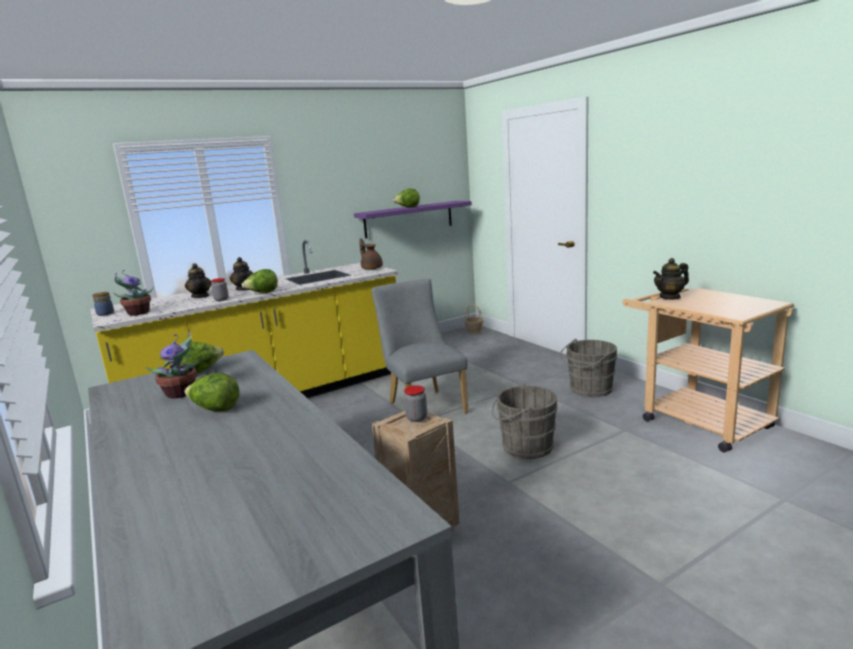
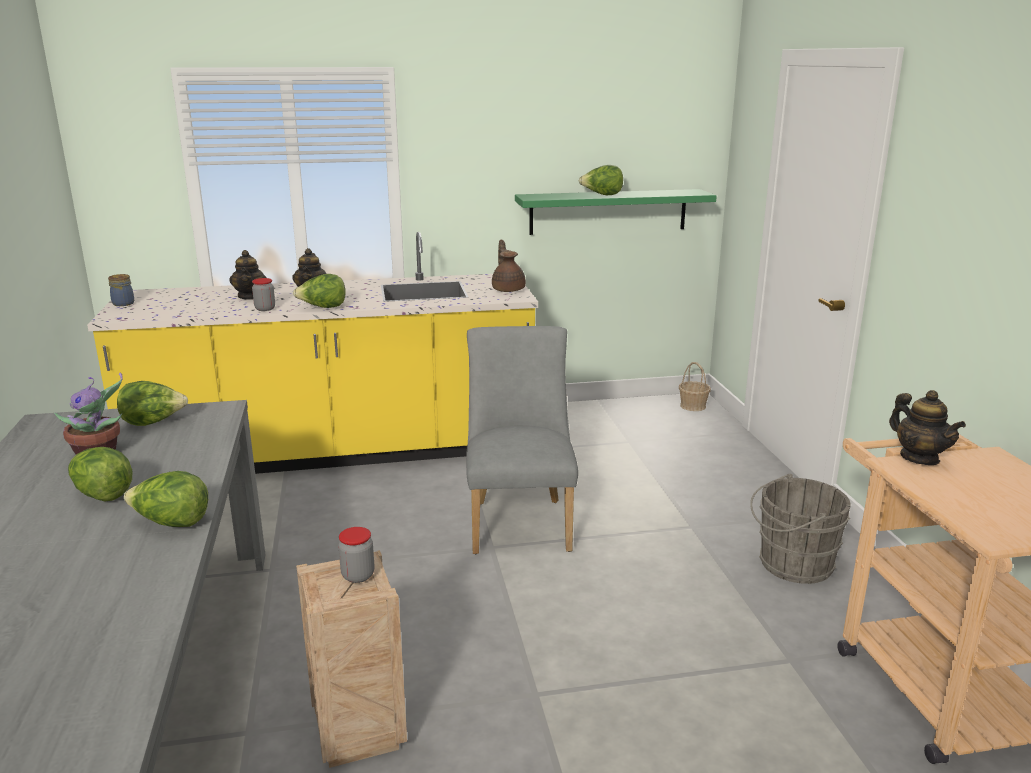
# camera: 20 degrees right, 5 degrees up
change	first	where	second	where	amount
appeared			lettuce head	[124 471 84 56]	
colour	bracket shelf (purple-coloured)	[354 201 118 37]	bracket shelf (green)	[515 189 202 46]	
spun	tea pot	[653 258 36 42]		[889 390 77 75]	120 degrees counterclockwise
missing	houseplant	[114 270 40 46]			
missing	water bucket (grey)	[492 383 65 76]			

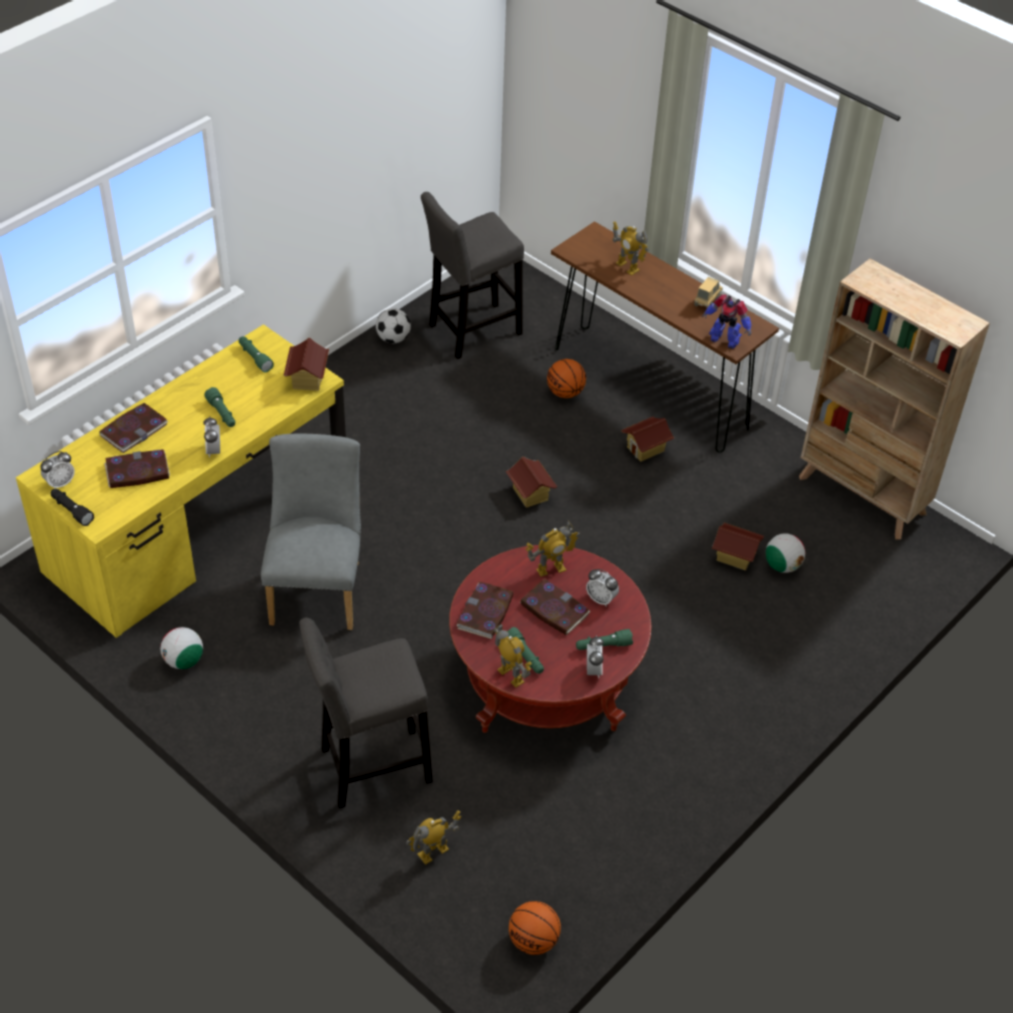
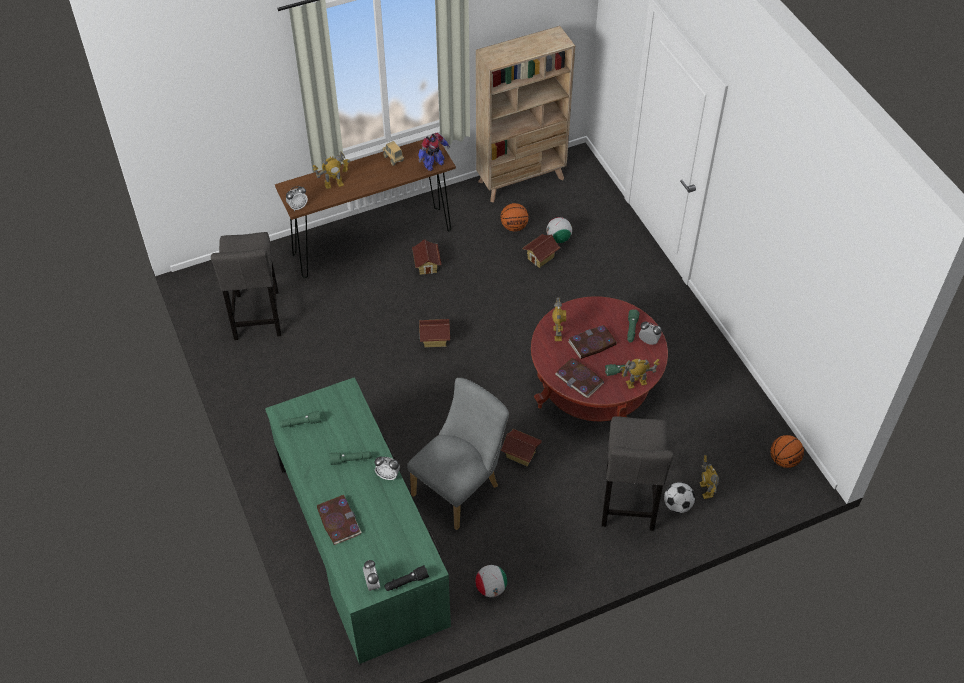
# camera: 65 degrees left, 5 degrees up
change	first	where	second	where	amount
colour	desk (yellowish)	[16 324 330 314]	desk (green)	[265 377 186 287]	
relocated	table clock	[586 569 33 38]		[286 186 22 25]	
spun	upright chair (grey)	[261 434 100 196]		[407 378 102 152]	105 degrees clockwise
relocated	toy house	[283 338 46 53]		[500 429 42 37]	
relocated	ball for basketball	[547 359 39 39]		[501 203 28 28]	
relocated	ball for football	[376 308 35 35]		[664 482 31 31]	
missing	book	[104 449 66 39]			

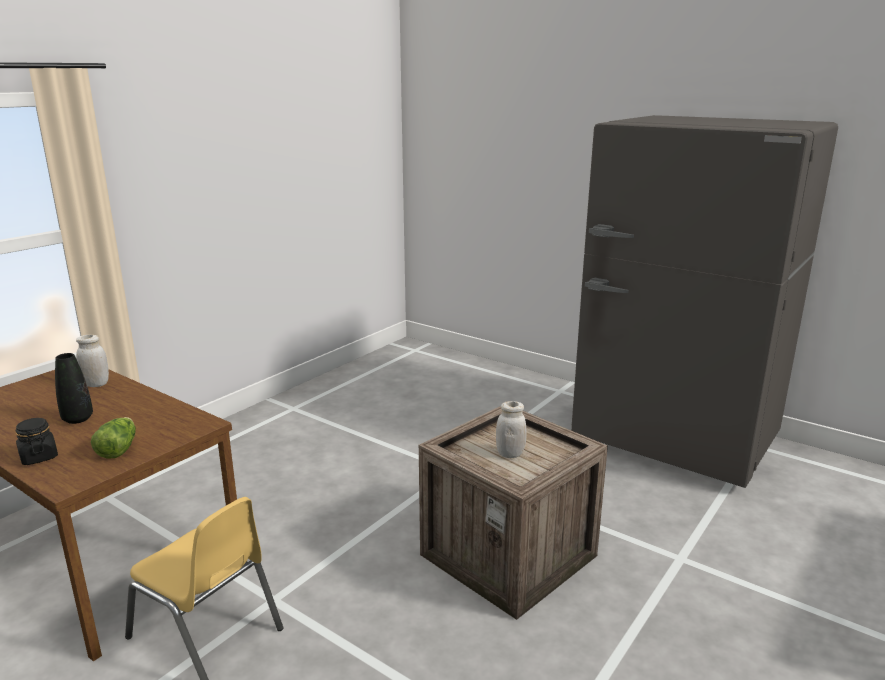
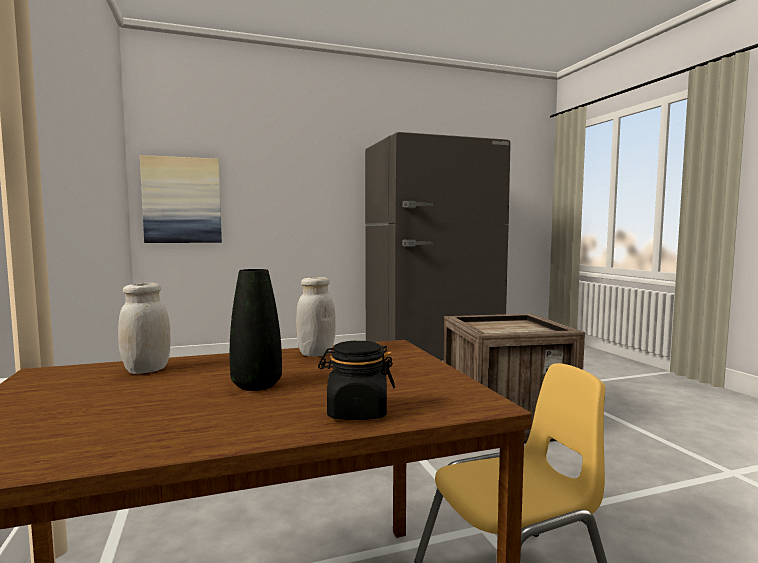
# camera: 55 degrees left, 15 degrees down
change	first	where	second	where	amount
appeared			picture	[140 155 82 88]	
relocated	storage jar (white-coloured)	[496 401 31 57]		[296 277 40 80]	
missing	lettuce head	[91 417 45 42]			

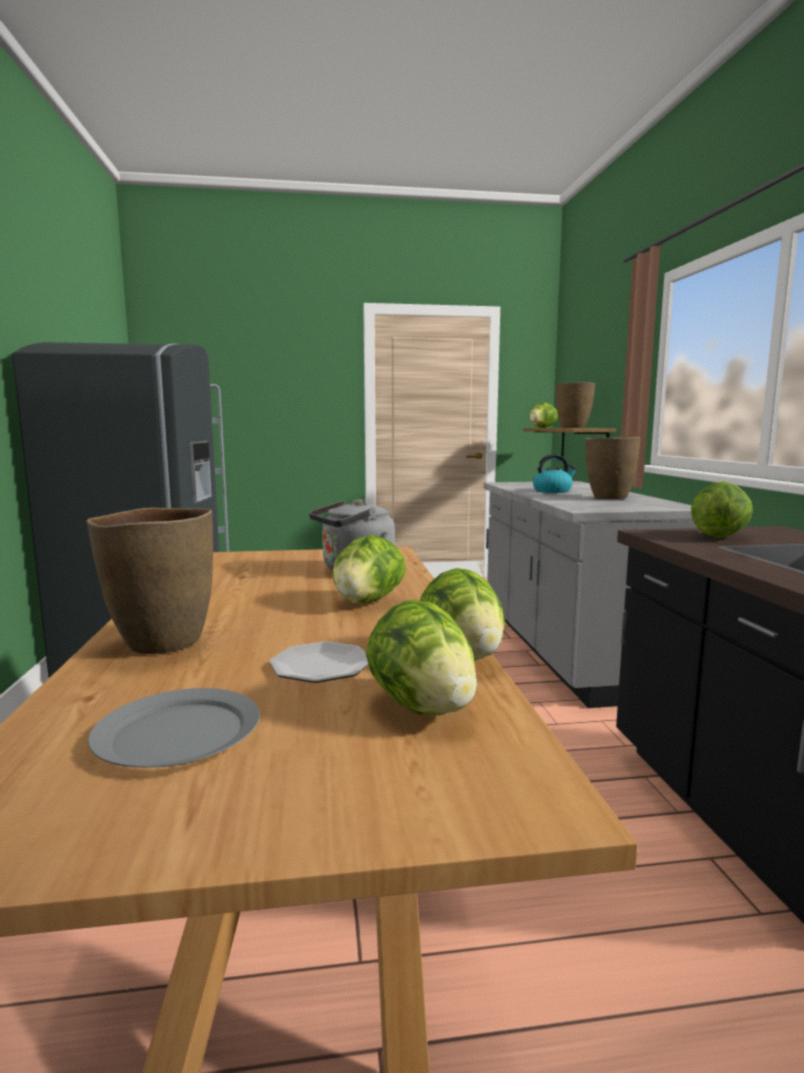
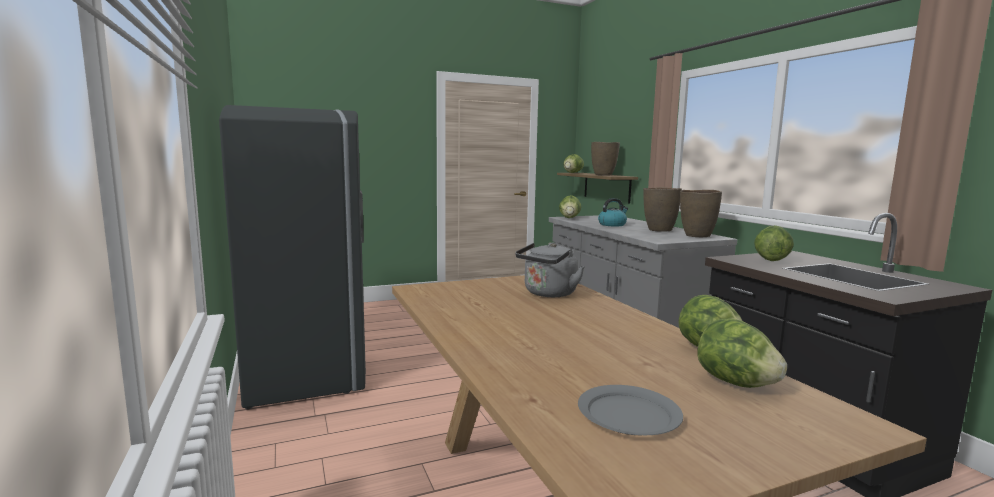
# camera: 15 degrees left, 0 degrees up
change	first	where	second	where	amount
relocated	lettuce head	[332 535 74 69]		[559 195 22 23]	
relocated	vase (brownish)	[87 508 126 146]		[680 190 42 47]	
missing	flat dish	[269 641 99 42]			

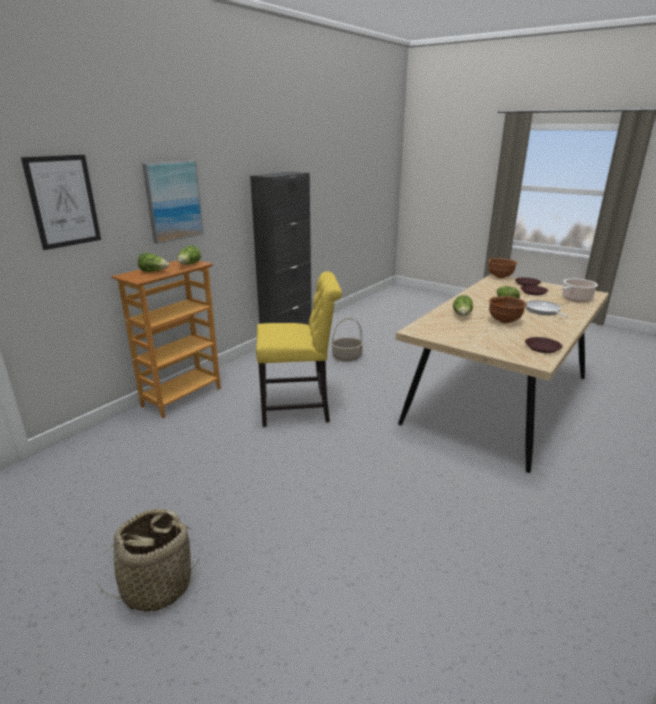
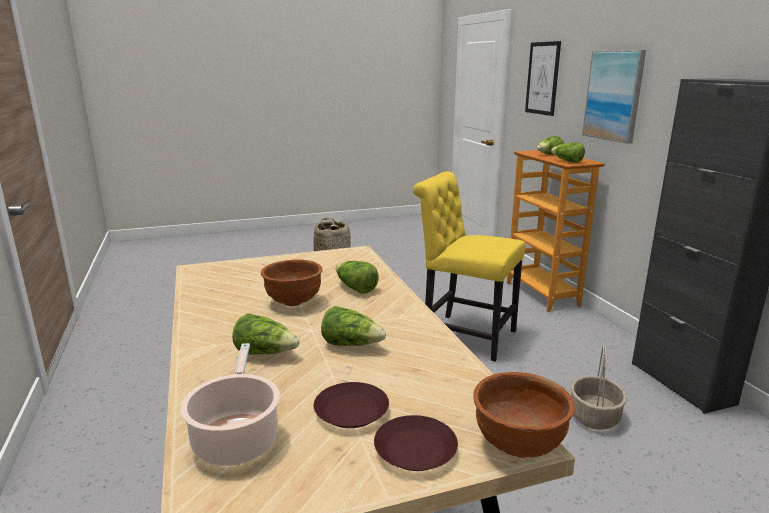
# camera: 125 degrees right, 5 degrees down
change	first	where	second	where	amount
exchanged	pan	[526 300 43 17]	lettuce head	[232 314 67 40]	
spun	upright chair (yellowish)	[256 271 86 156]		[413 171 113 190]	90 degrees clockwise
missing	flat dish (brownish)	[525 337 37 16]			

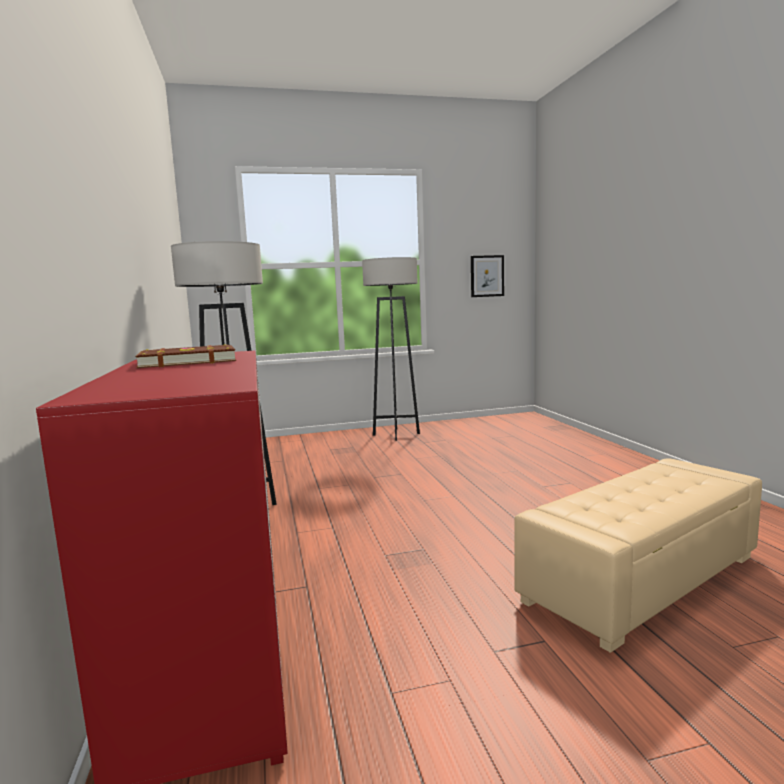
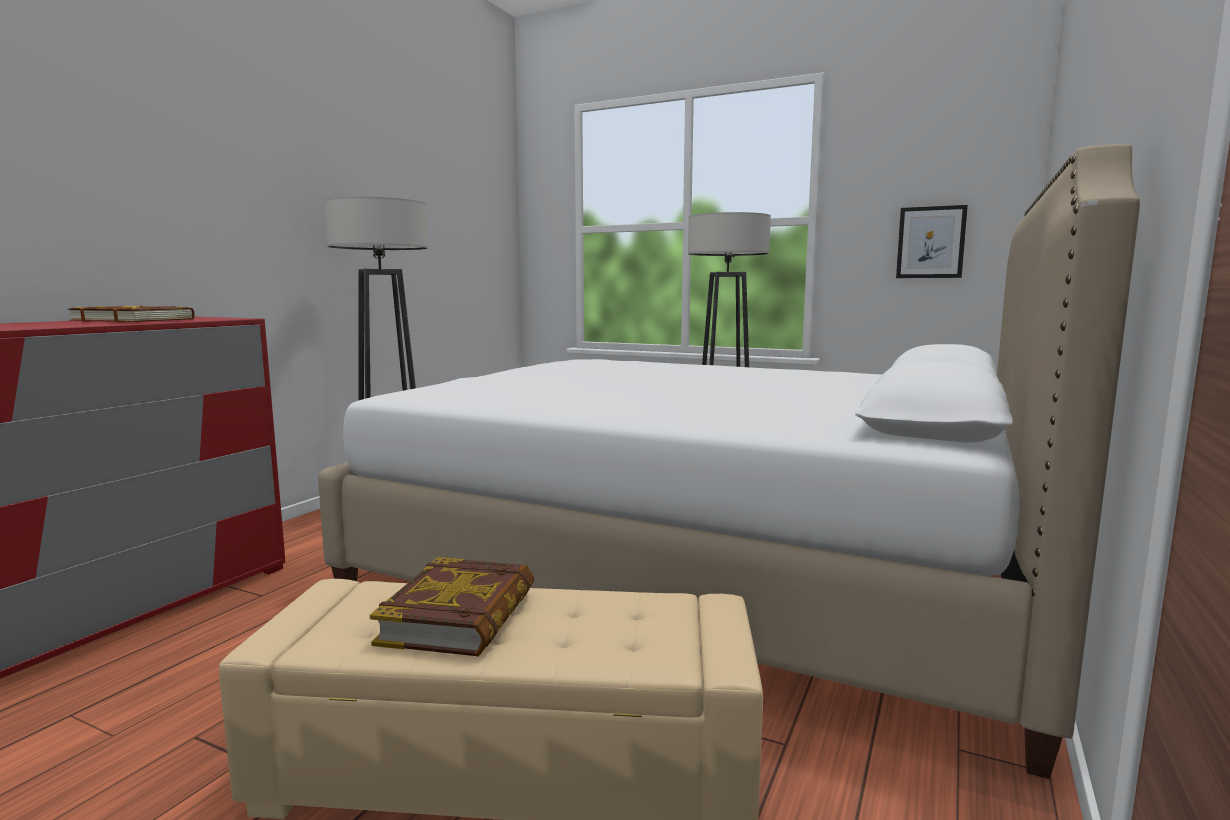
# camera: 40 degrees right, 0 degrees up
change	first	where	second	where	amount
appeared			sleeping bed (white-coloured)	[318 144 822 635]	
appeared			book	[370 557 164 99]	

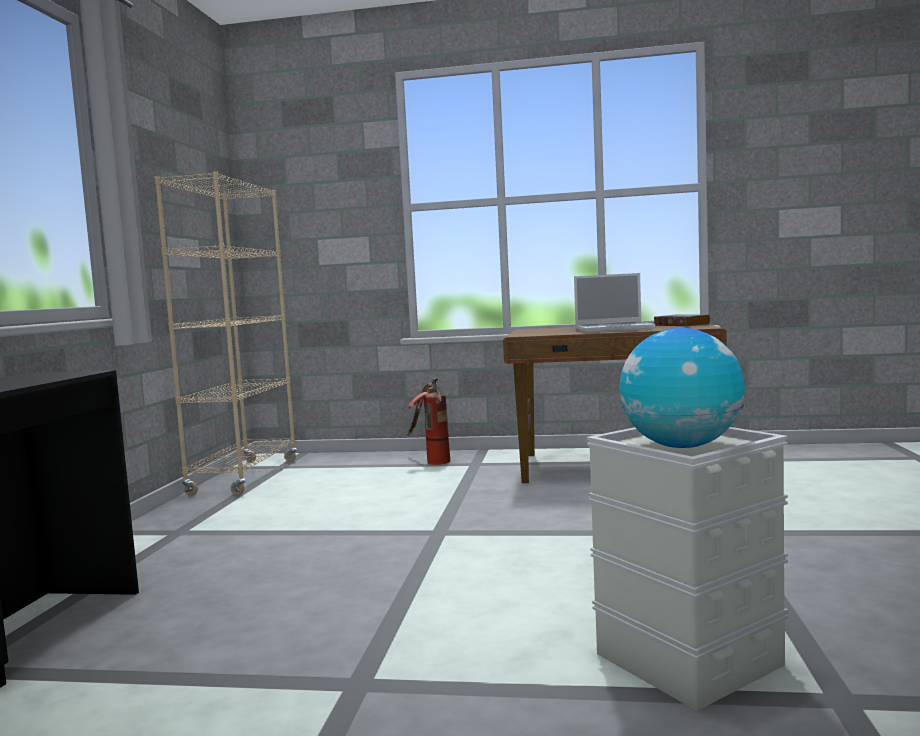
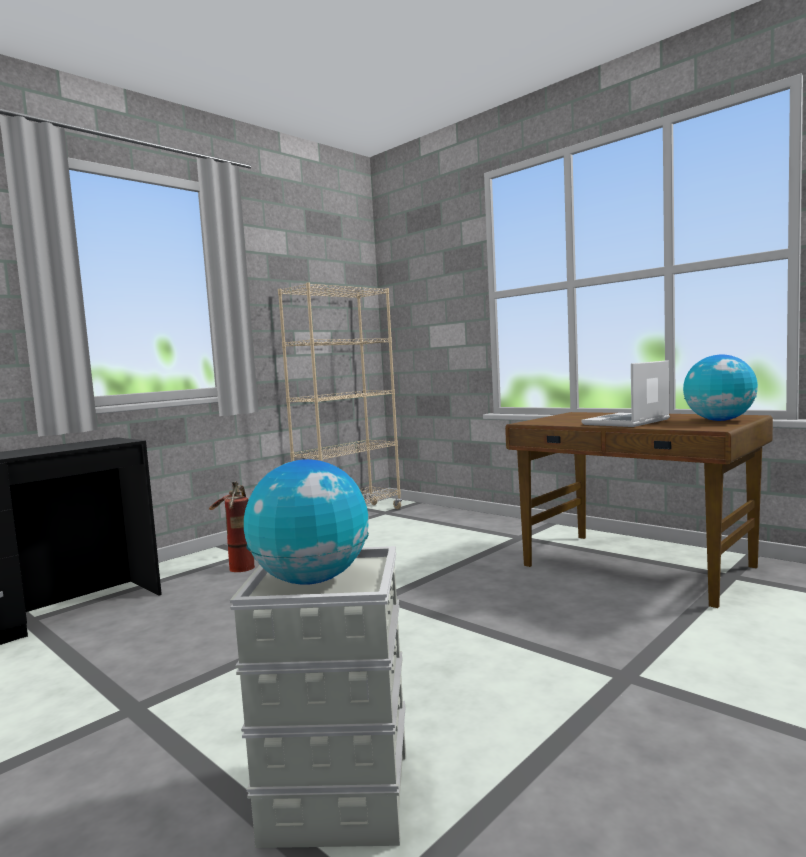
# camera: 35 degrees right, 0 degrees up
change	first	where	second	where	amount
relocated	extinguisher	[407 378 43 87]		[209 481 46 91]	
spun	notebook computer	[574 273 81 60]		[581 360 89 67]	105 degrees clockwise
exchanged	book	[654 314 56 12]	world globe	[683 355 75 66]	

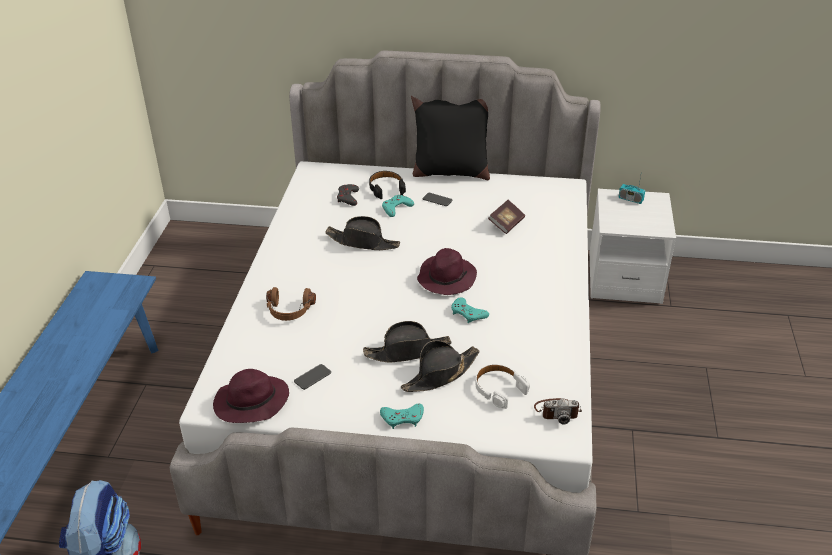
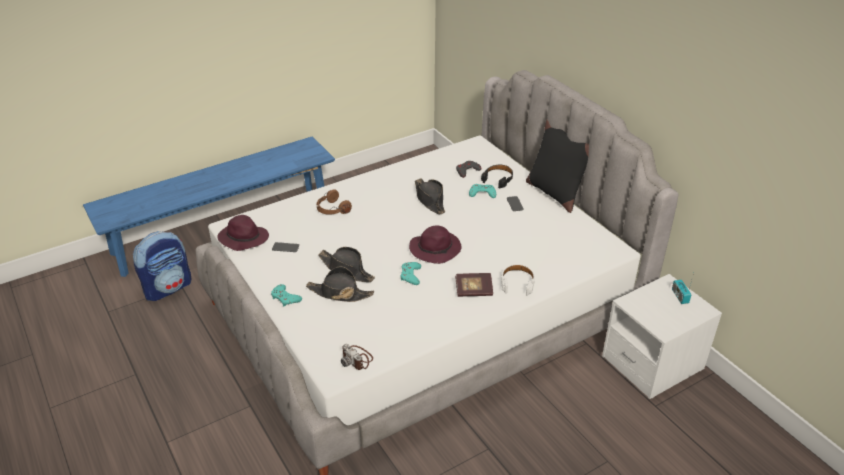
# camera: 50 degrees right, 0 degrees up
change	first	where	second	where	amount
relocated	book	[488 200 37 34]		[455 273 38 24]	
relocated	headset (white-coloured)	[475 364 55 45]		[501 264 34 32]	

